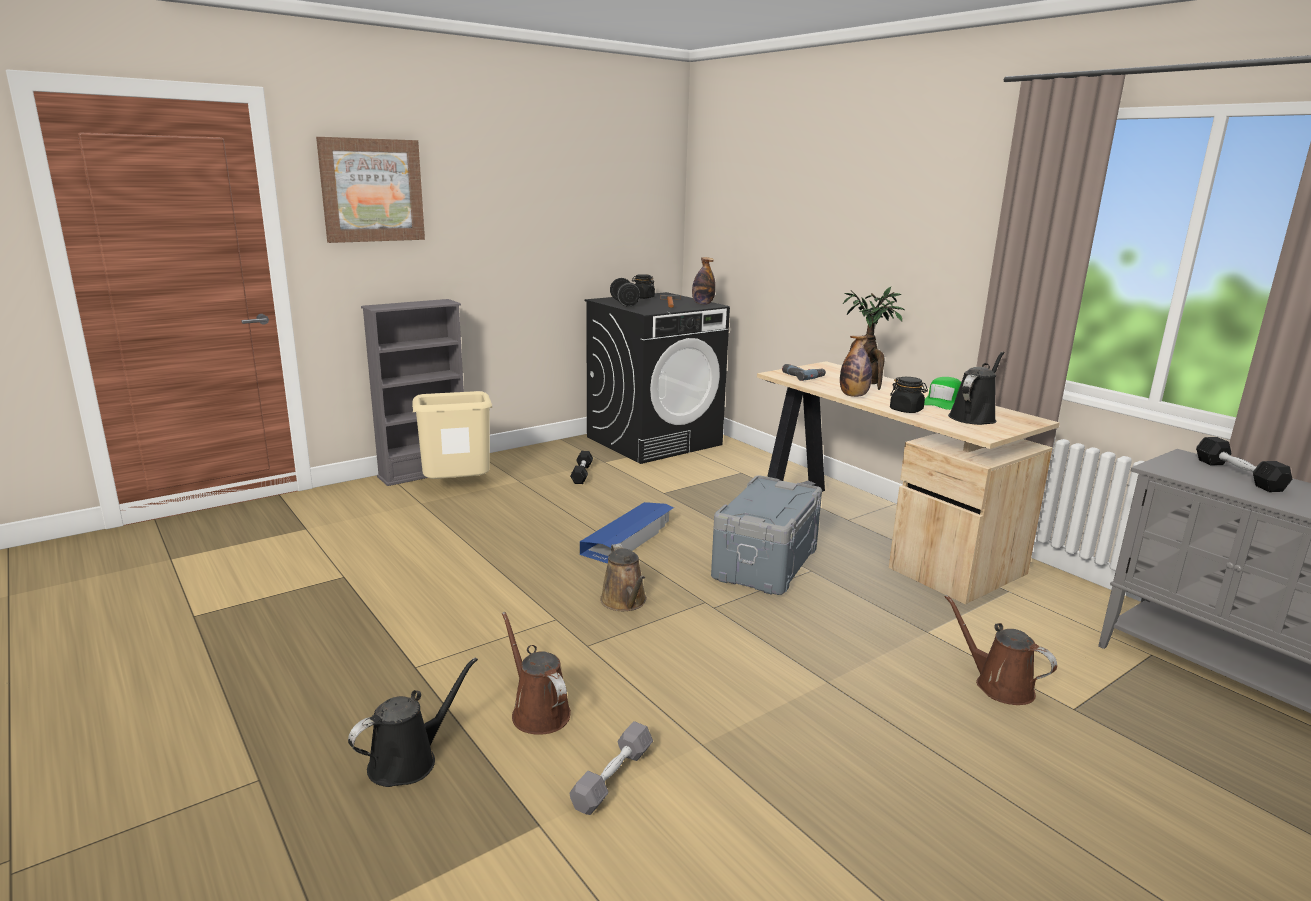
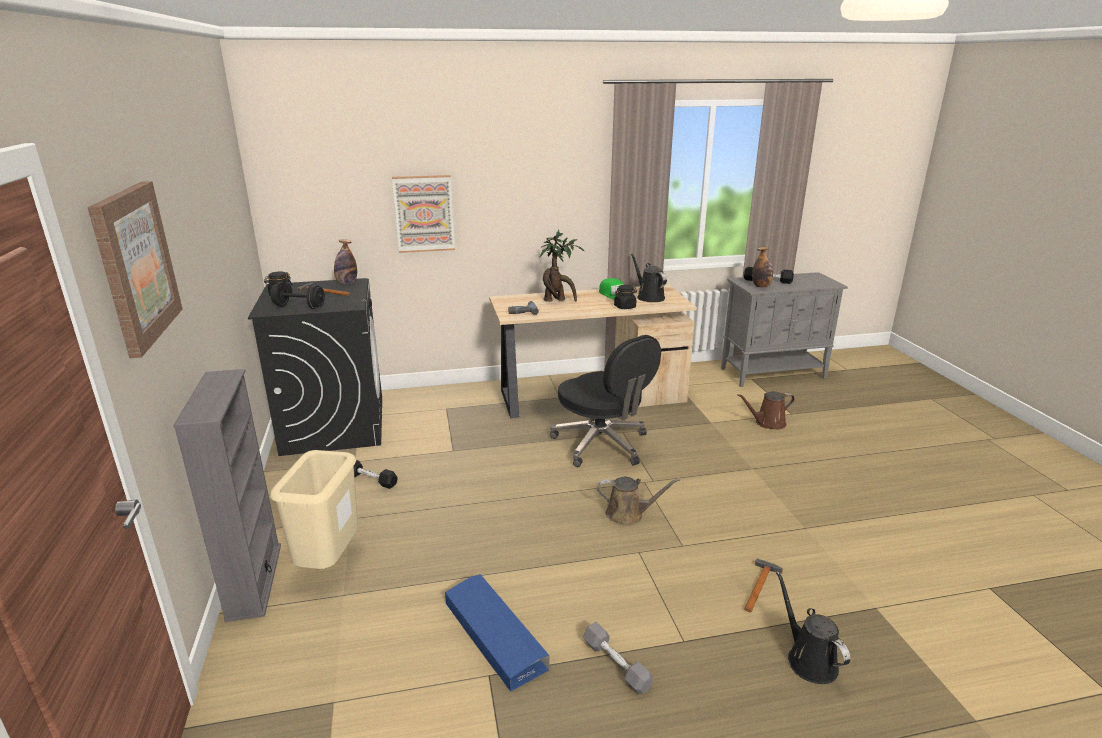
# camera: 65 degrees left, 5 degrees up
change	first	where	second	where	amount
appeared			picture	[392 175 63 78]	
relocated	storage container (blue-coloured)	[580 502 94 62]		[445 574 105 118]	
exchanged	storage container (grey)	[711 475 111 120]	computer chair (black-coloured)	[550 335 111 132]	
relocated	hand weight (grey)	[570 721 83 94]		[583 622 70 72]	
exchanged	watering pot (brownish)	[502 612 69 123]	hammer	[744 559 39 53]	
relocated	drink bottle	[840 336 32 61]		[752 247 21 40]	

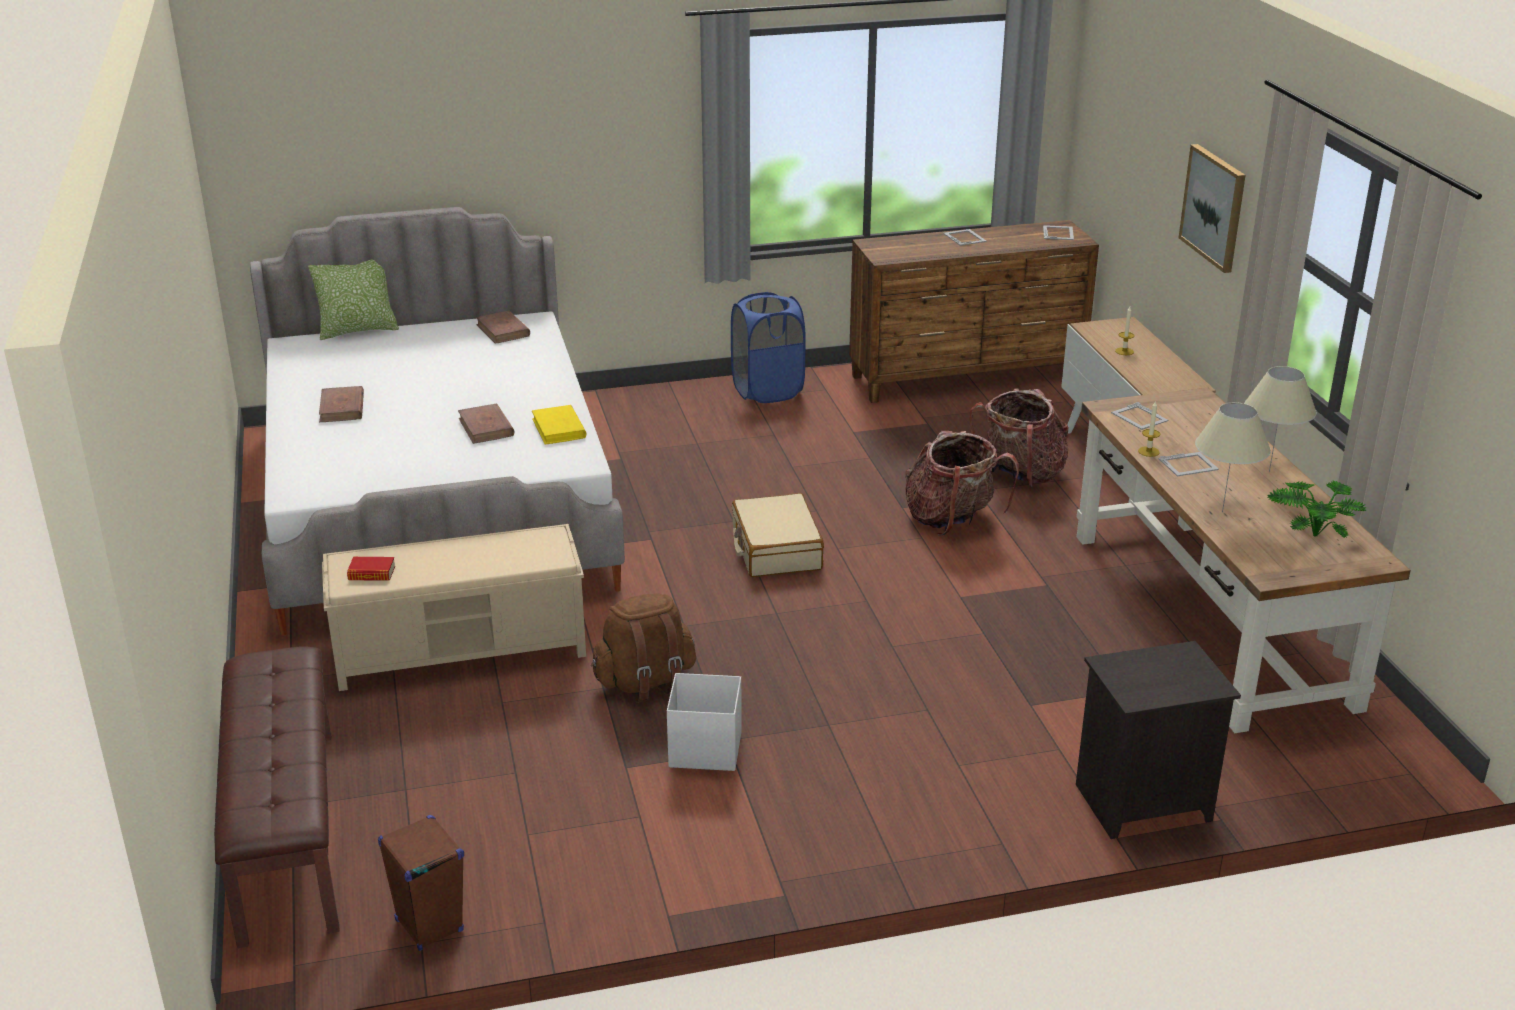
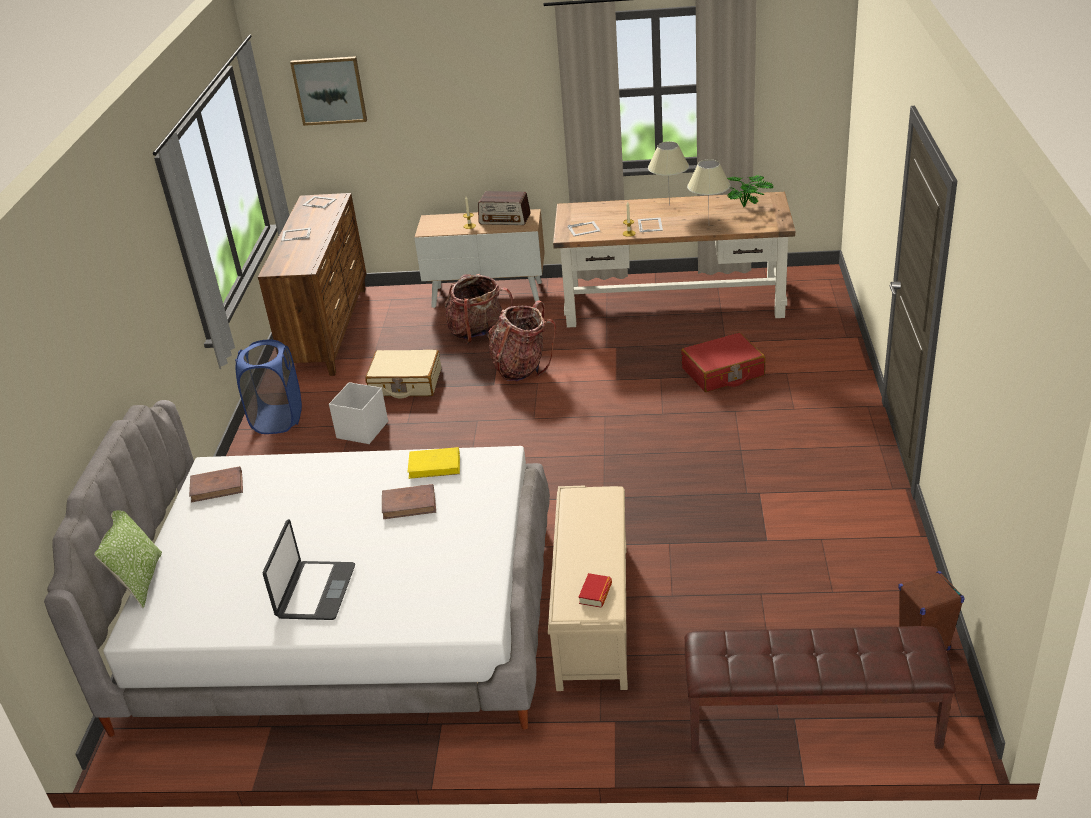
# camera: 70 degrees left, 5 degrees up
change	first	where	second	where	amount
exchanged	book (brownish)	[319 386 45 36]	notebook computer	[263 519 92 101]	
relocated	picture	[1179 144 67 129]		[290 56 77 70]	
relocated	storage container (white-coloured)	[667 673 75 98]		[329 382 59 62]	
relocated	suitcase (beige)	[732 493 92 84]		[365 350 76 48]	
appeared			radio set	[478 191 53 34]	
appeared			suitcase (red-coloured)	[681 333 84 59]	
missing	knapsack (brownish)	[591 593 105 110]			
missing	night table (black-coloured)	[1076 641 165 198]			

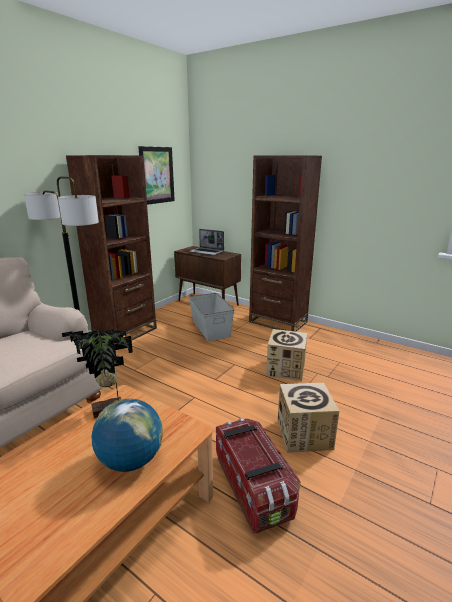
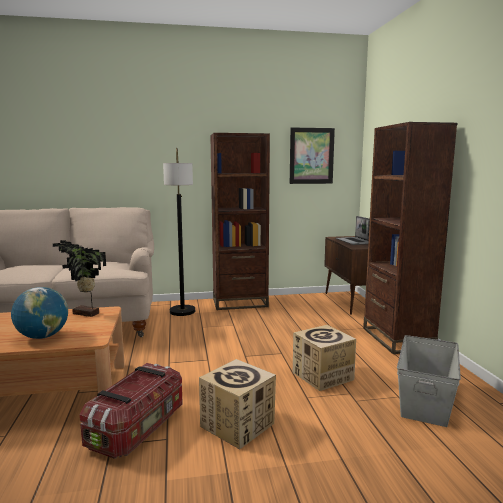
# camera: 45 degrees right, 10 degrees down
change	first	where	second	where	amount
relocated	storage container (grey)	[189 293 45 48]		[397 335 64 92]	

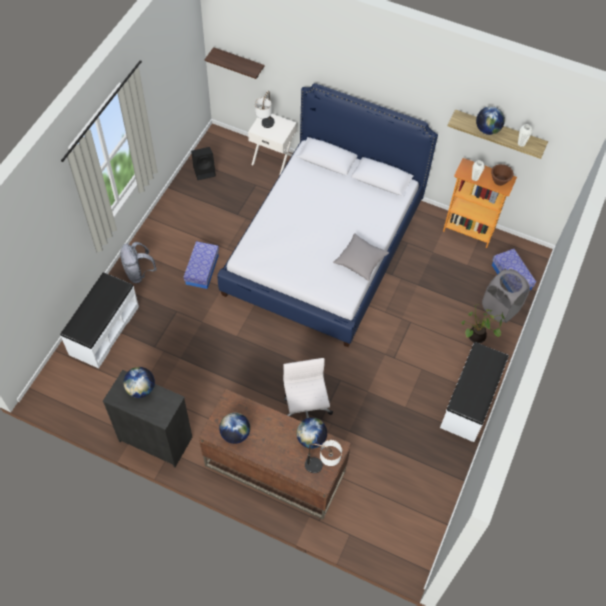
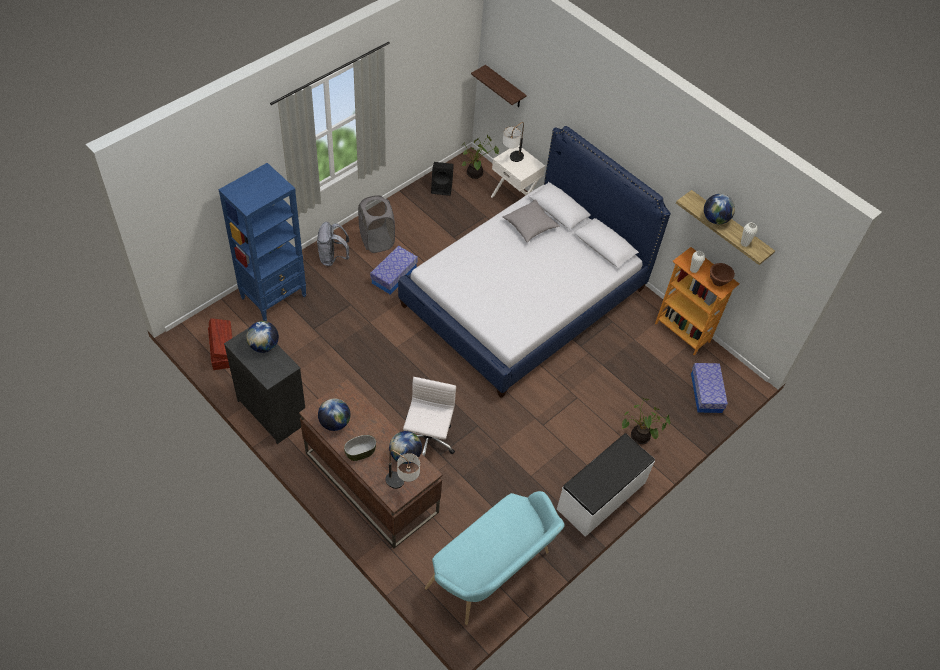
# camera: 20 degrees right, 5 degrees down
change	first	where	second	where	amount
appeared			storage container (brownish)	[208 318 24 52]	
exchanged	indoor bench (white-coloured)	[60 272 79 96]	shelving unit (blue-coloured)	[218 163 88 158]	
appeared			bowl	[344 435 32 26]	
relocated	laundry basket (grey)	[482 269 48 54]		[358 195 37 58]	
appeared			indoor bench (blue-green)	[425 491 140 134]	
appeared			houseplant	[461 135 38 44]	
relocated	cushion (grey)	[333 233 56 48]		[503 200 57 43]	

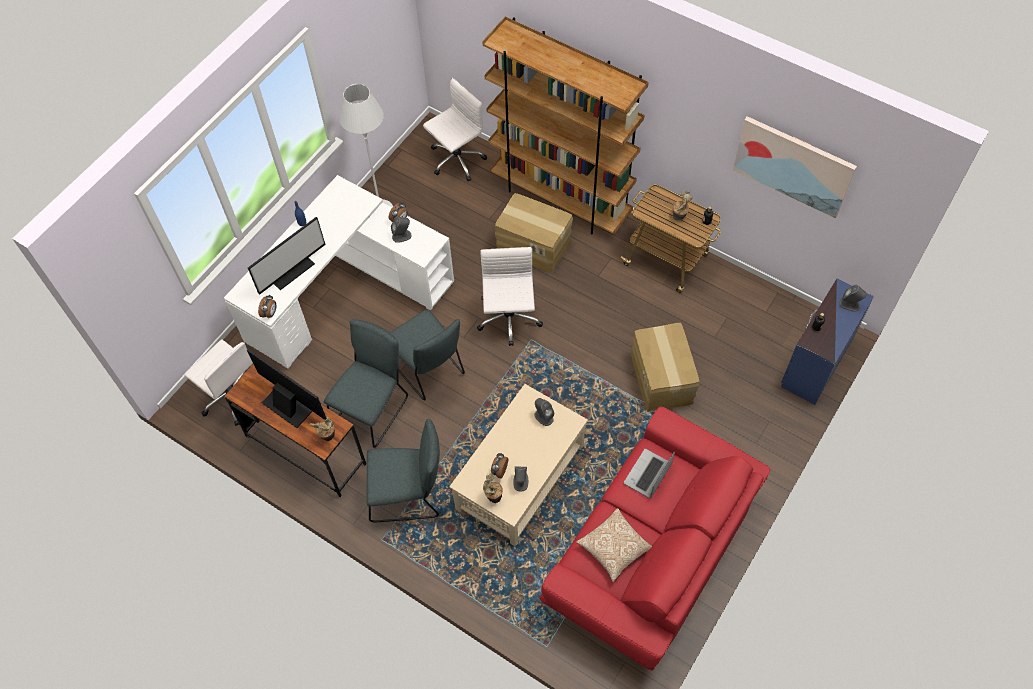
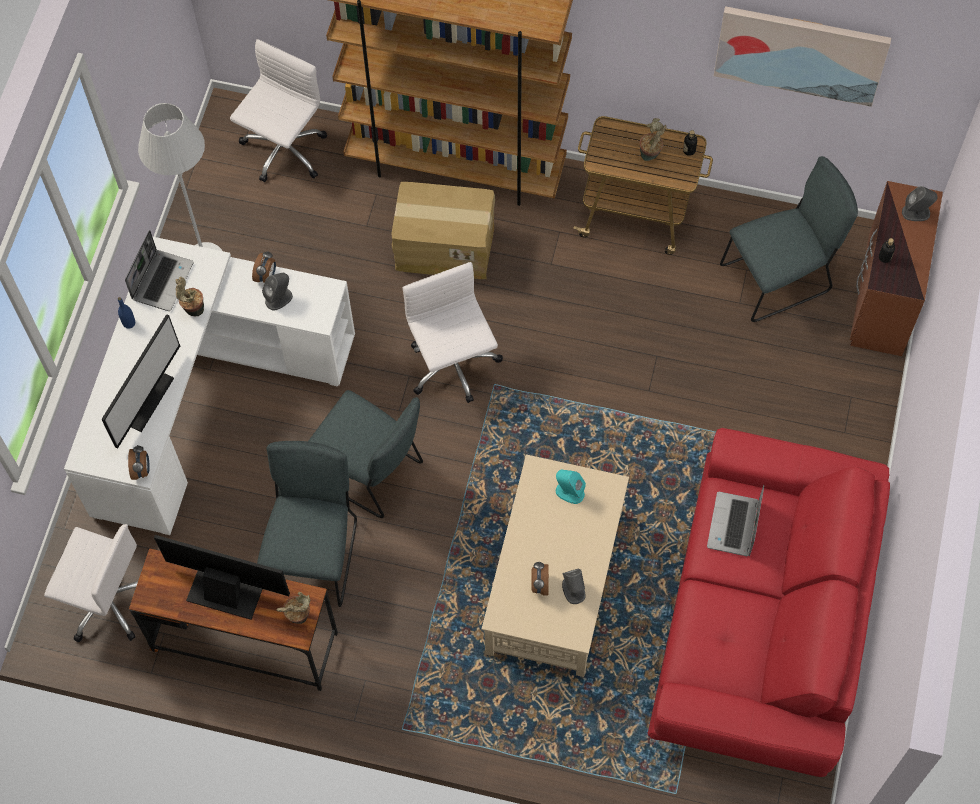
# camera: 20 degrees left, 5 degrees up
change	first	where	second	where	amount
appeared			notebook computer	[125 230 69 81]	
relocated	houseplant	[483 473 20 30]		[175 277 29 40]	
colour	audio speaker (grey)	[534 398 20 28]	audio speaker (blue-green)	[556 470 30 34]	
relocated	upright chair (grey)	[367 419 73 103]		[720 156 138 166]	
colour	drawer chest (blue-coloured)	[781 279 93 126]	drawer chest (brownish)	[850 181 93 175]	
missing	cushion	[576 508 76 74]			
missing	cardboard box	[631 323 68 89]			

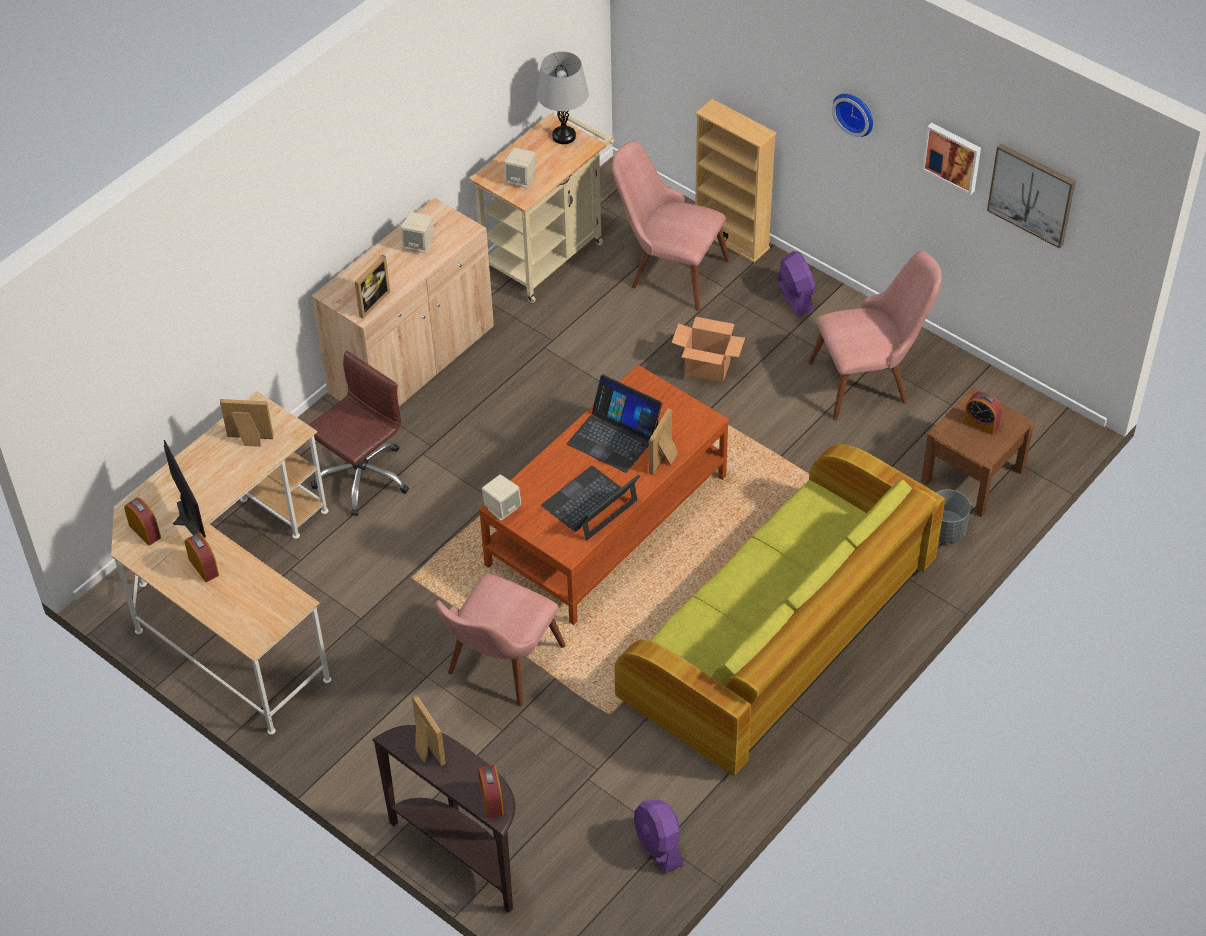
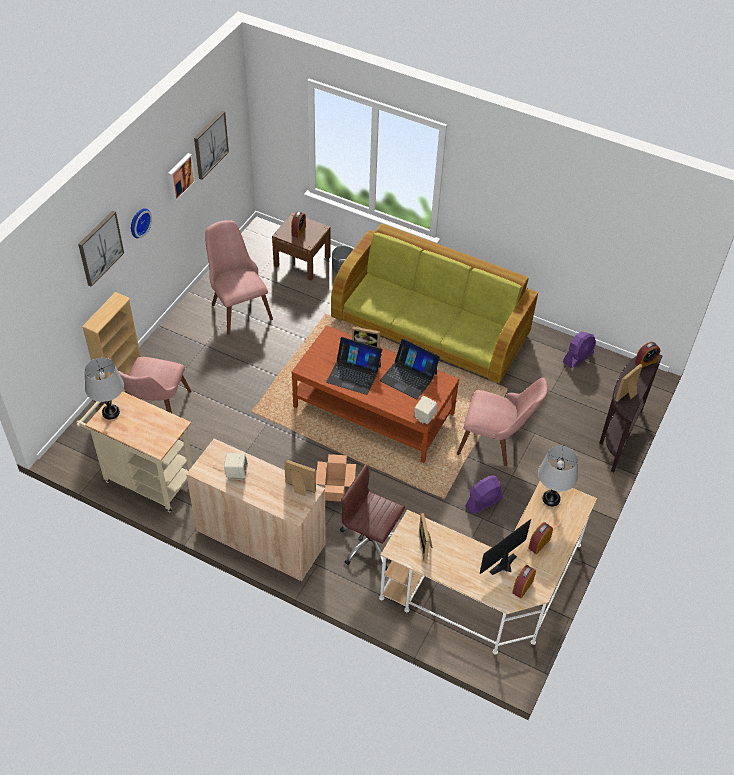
# camera: 105 degrees left, 0 degrees up
change	first	where	second	where	amount
appeared			picture	[78 211 46 76]	
relocated	cardboard box	[672 317 73 65]		[316 454 40 48]	
spun	notebook computer	[567 375 95 98]		[326 337 56 58]	90 degrees clockwise
relocated	cooling fan (purple-coloured)	[777 251 39 65]		[466 475 37 40]	
appeared			lamp for a table (grey)	[538 446 40 61]	
missing	audio speaker (beige)	[504 147 31 41]			

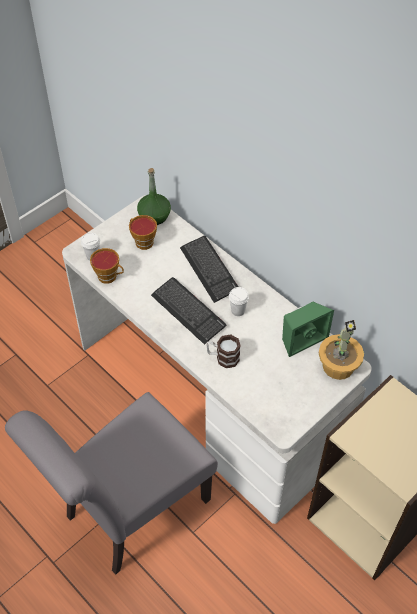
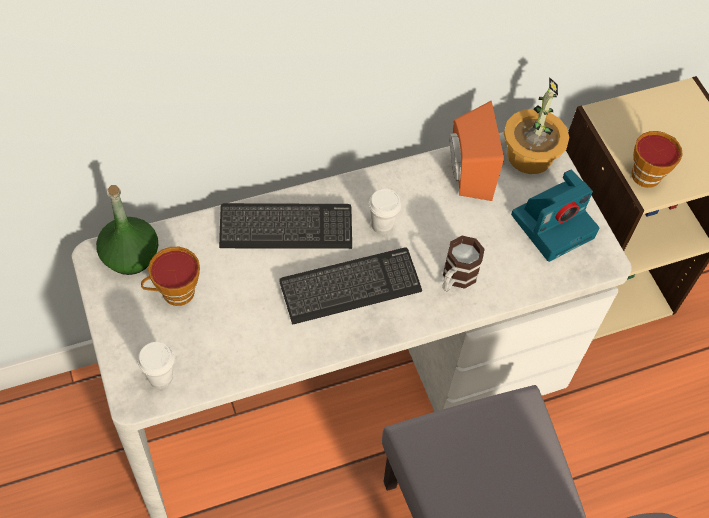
# camera: 70 degrees left, 5 degrees up
change	first	where	second	where	amount
colour	audio speaker (green)	[282 302 52 55]	audio speaker (orange)	[449 101 55 100]	
appeared			photo camera	[511 170 88 92]	
relocated	drinking cup	[90 248 34 36]		[632 131 51 57]	

